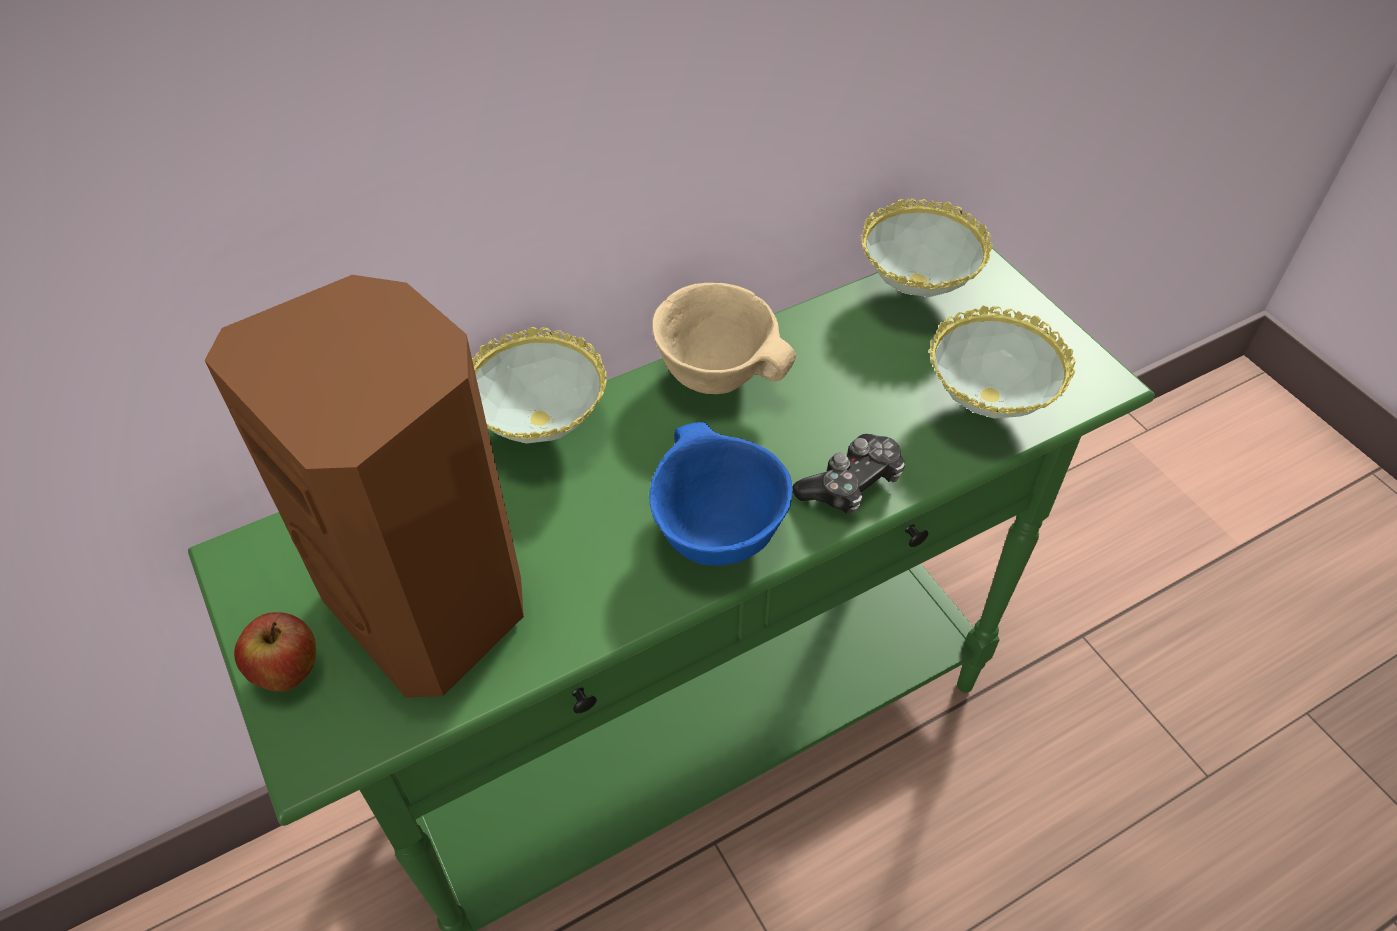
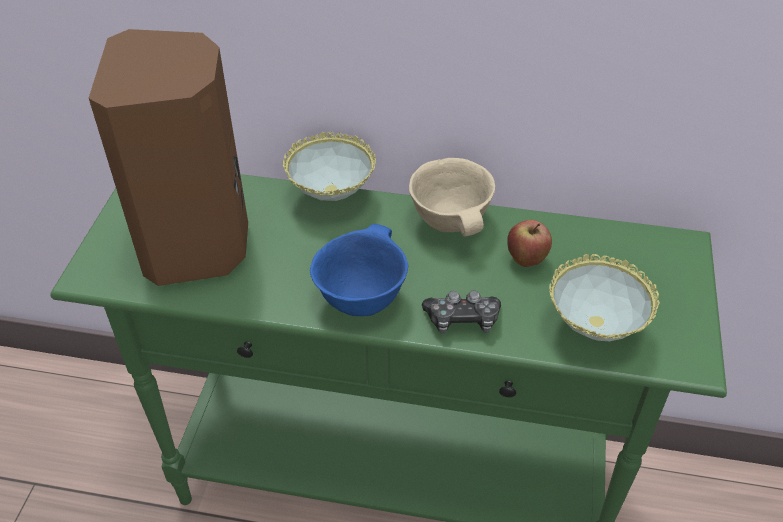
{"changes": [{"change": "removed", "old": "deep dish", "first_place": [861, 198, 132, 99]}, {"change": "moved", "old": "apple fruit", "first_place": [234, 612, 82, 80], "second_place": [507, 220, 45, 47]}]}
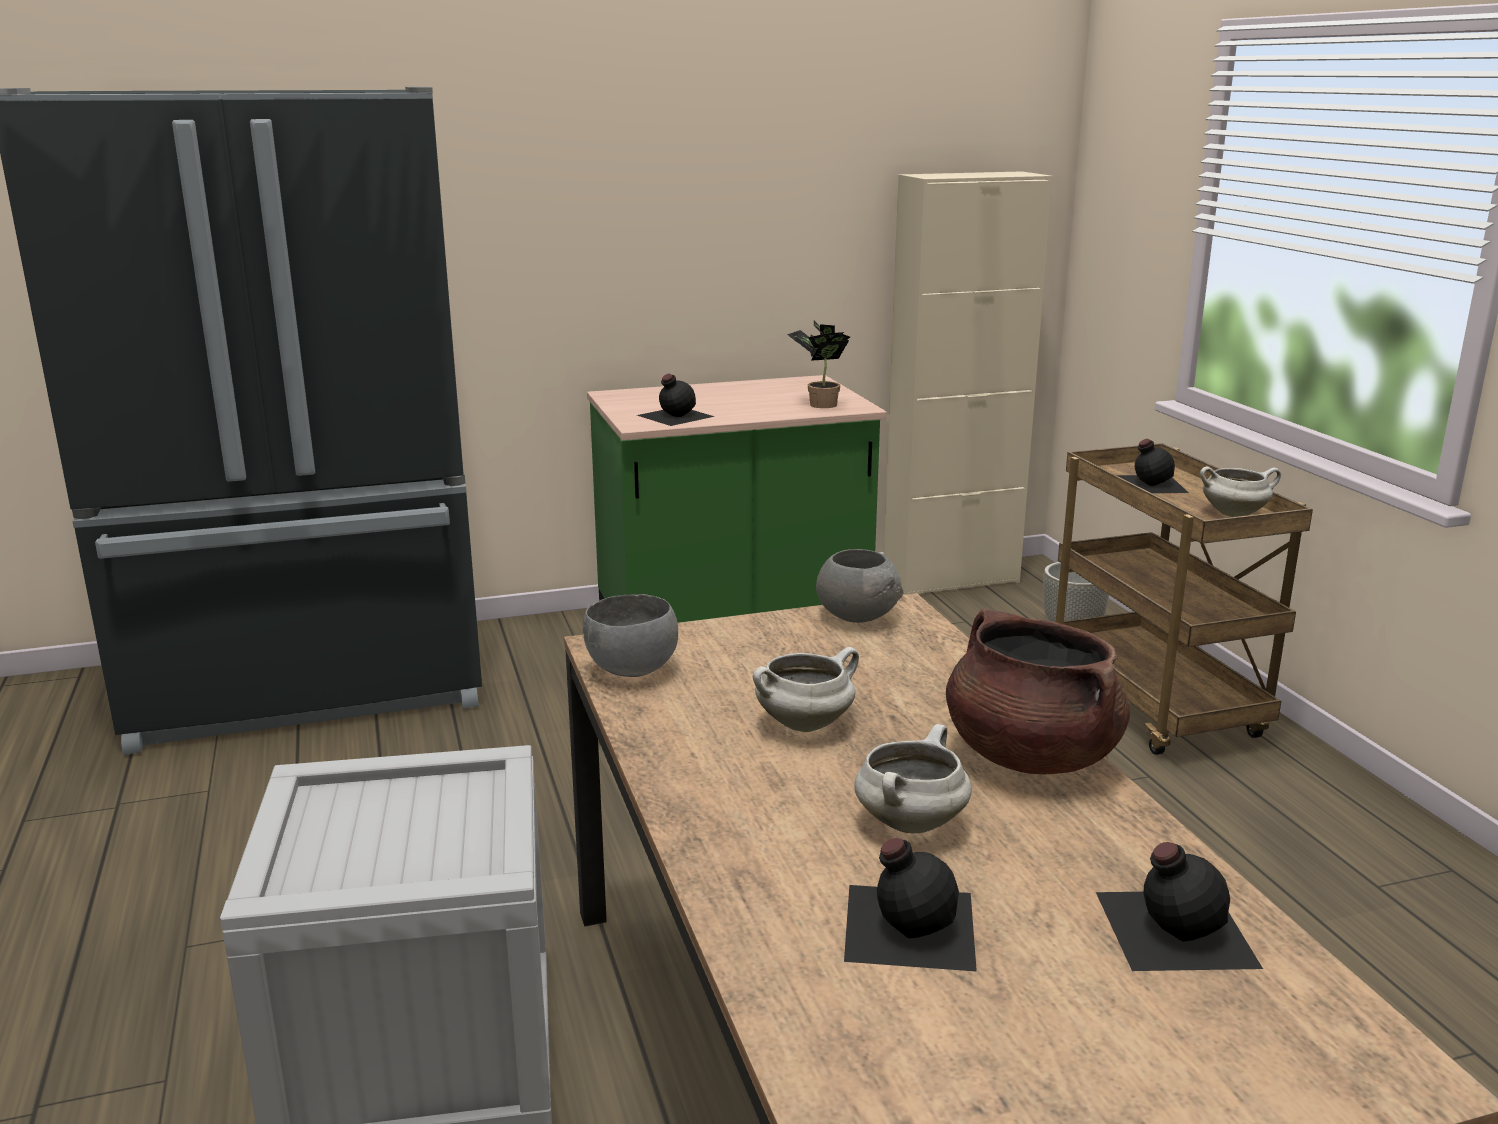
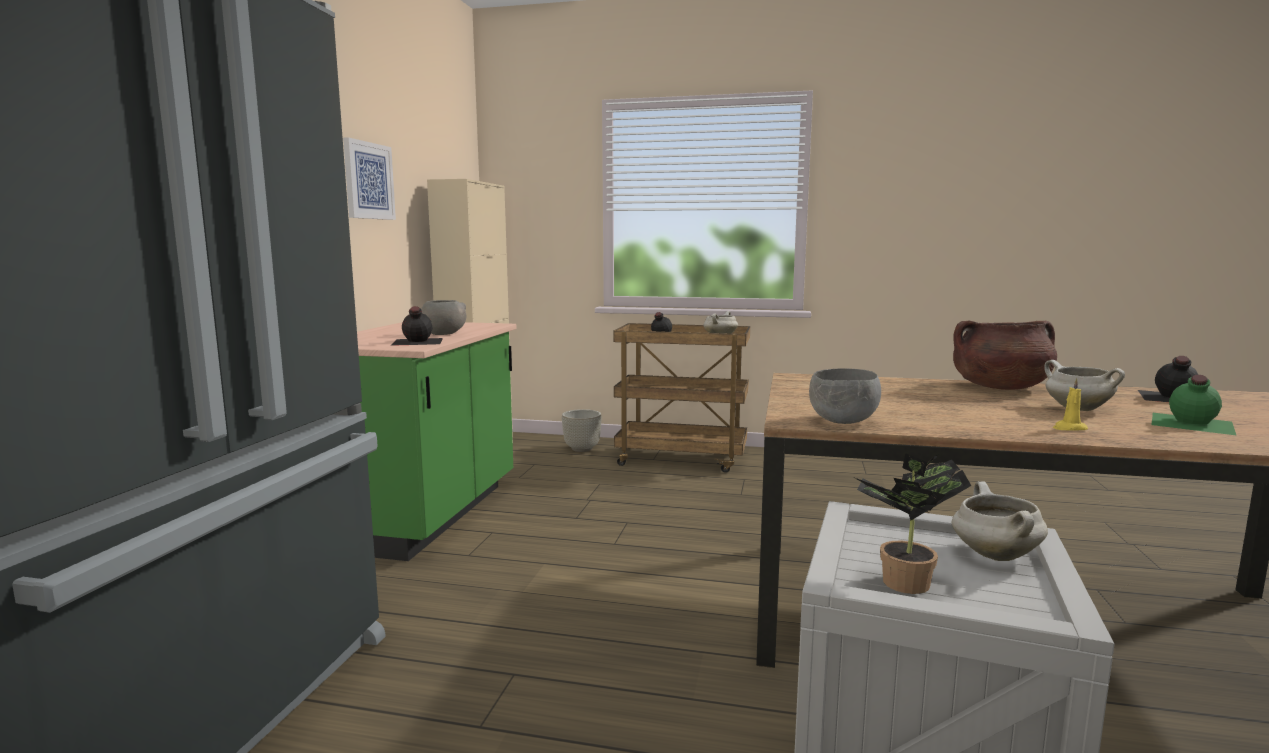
{"changes": [{"change": "moved", "old": "potted plant", "first_place": [787, 320, 63, 88], "second_place": [853, 453, 118, 141]}, {"change": "moved", "old": "deep dish/greyish", "first_place": [816, 549, 87, 74], "second_place": [421, 300, 46, 35]}, {"change": "moved", "old": "saucepot/white", "first_place": [753, 647, 106, 85], "second_place": [952, 481, 96, 80]}, {"change": "recoloured", "old": "drink bottle/black", "new": "drink bottle/green", "first_place": [844, 838, 133, 134], "second_place": [1152, 375, 85, 61]}, {"change": "added", "new": "wall art", "second_place": [343, 137, 53, 83]}, {"change": "added", "new": "candle/yellowish", "second_place": [1053, 378, 35, 53]}]}
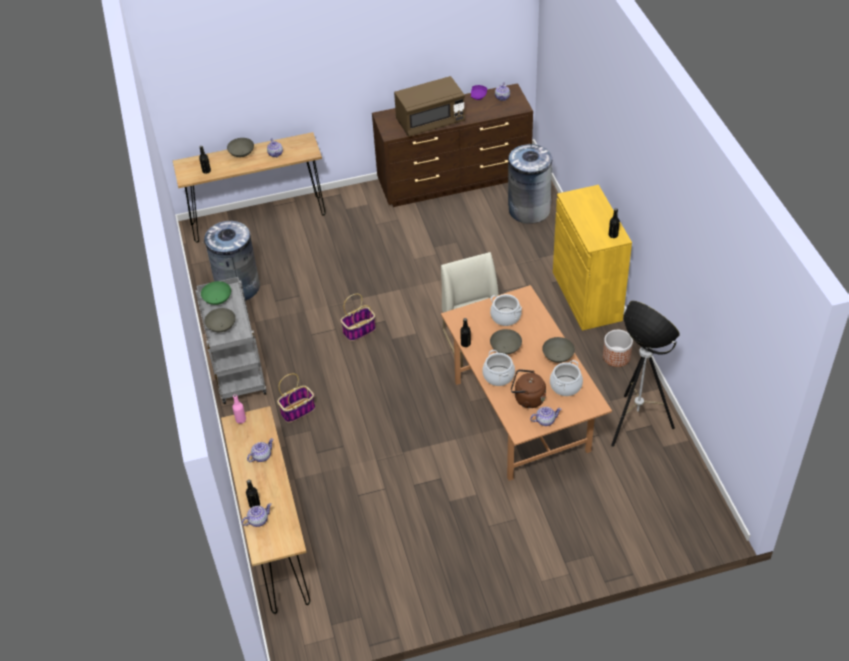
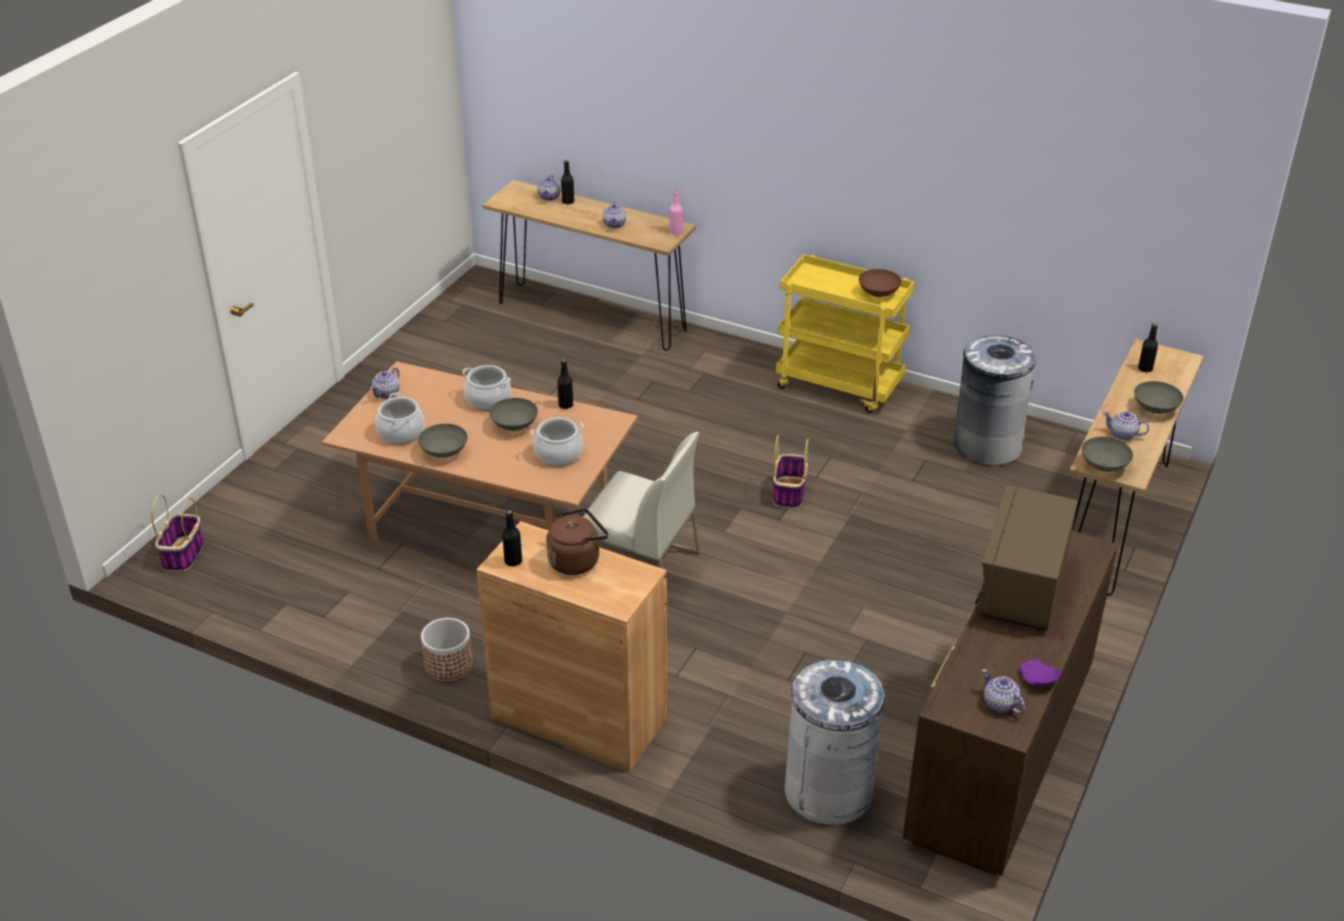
{"changes": [{"change": "recoloured", "old": "storage cabinet/yellowish", "new": "storage cabinet/brown", "first_place": [553, 185, 79, 146], "second_place": [477, 521, 190, 250]}, {"change": "recoloured", "old": "cart/greyish", "new": "cart/yellowish", "first_place": [195, 277, 72, 127], "second_place": [776, 254, 139, 159]}, {"change": "recoloured", "old": "deep dish/green", "new": "deep dish/brown", "first_place": [201, 281, 30, 24], "second_place": [859, 269, 42, 28]}, {"change": "removed", "old": "standard lamp", "first_place": [611, 300, 69, 147]}, {"change": "moved", "old": "deep dish/greyish", "first_place": [204, 308, 31, 24], "second_place": [1082, 437, 51, 35]}, {"change": "moved", "old": "tea kettle/brown", "first_place": [511, 369, 35, 39], "second_place": [546, 508, 62, 67]}, {"change": "moved", "old": "household basket", "first_place": [277, 373, 38, 50], "second_place": [151, 494, 53, 78]}]}
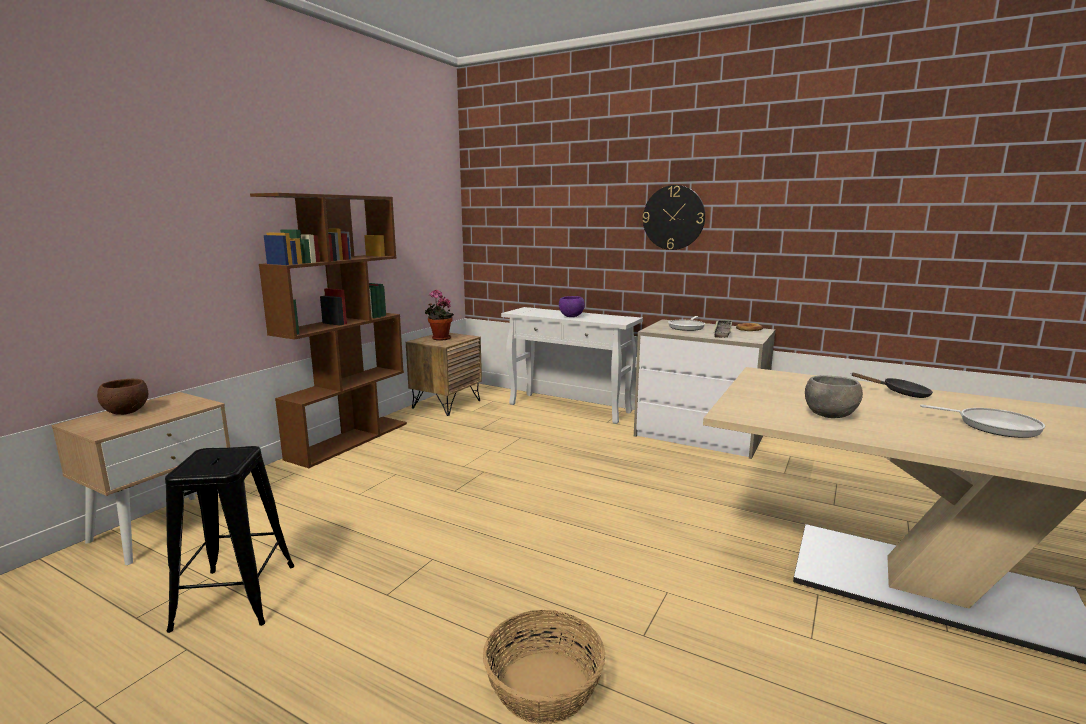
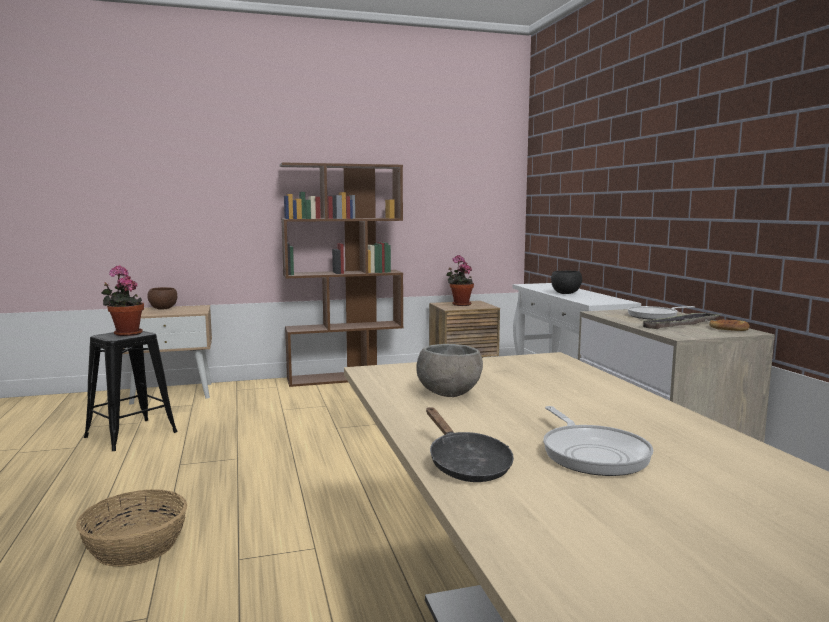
{"changes": [{"change": "removed", "old": "clock on the wall", "first_place": [643, 185, 62, 65]}, {"change": "recoloured", "old": "deep dish/purple", "new": "deep dish/black", "first_place": [559, 296, 26, 21], "second_place": [551, 271, 31, 23]}, {"change": "moved", "old": "frying pan/black", "first_place": [851, 373, 82, 25], "second_place": [426, 407, 88, 75]}, {"change": "added", "new": "potted plant", "second_place": [102, 265, 42, 71]}]}
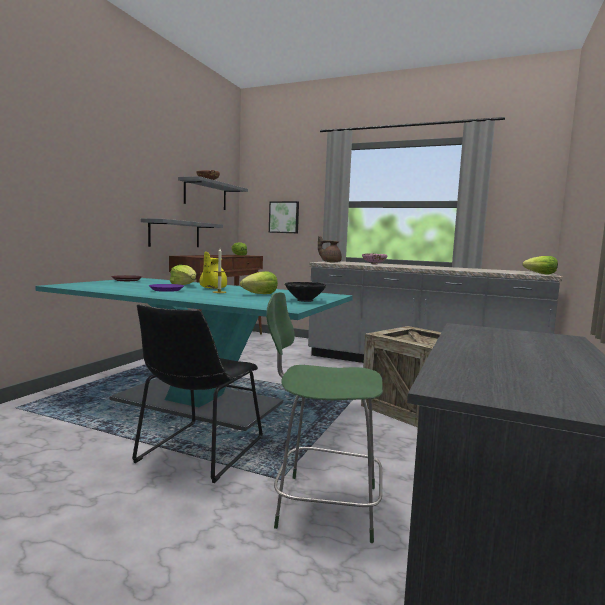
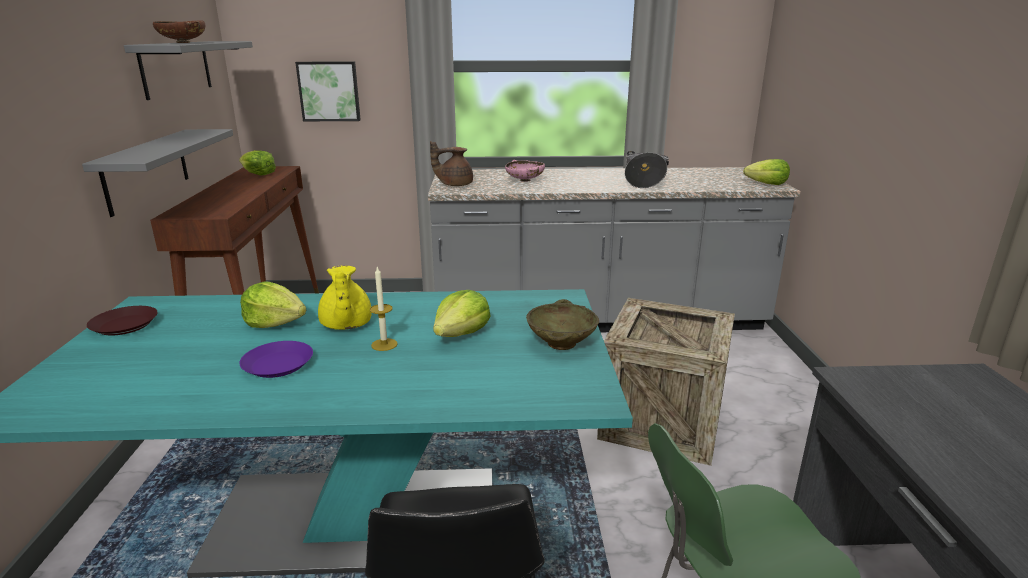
{"changes": [{"change": "recoloured", "old": "deep dish/black", "new": "deep dish/beige-coloured", "first_place": [284, 282, 42, 20], "second_place": [526, 299, 73, 51]}, {"change": "added", "new": "saucepot", "second_place": [625, 151, 44, 37]}]}
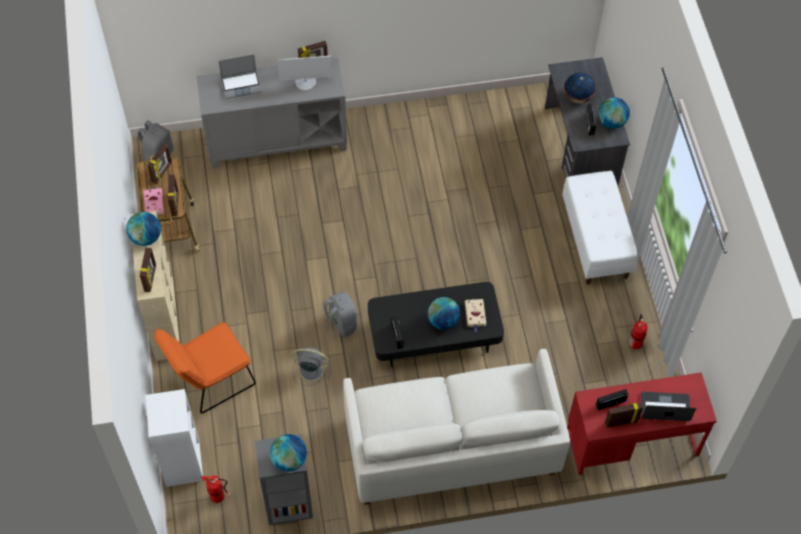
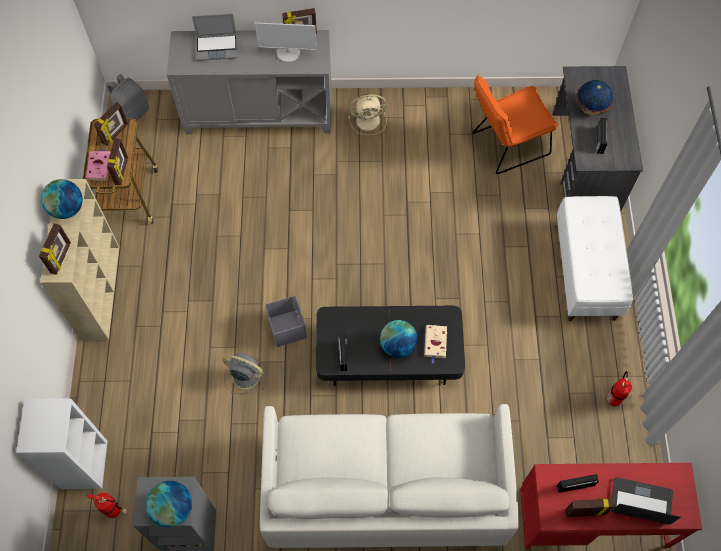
{"changes": [{"change": "removed", "old": "desk globe", "first_place": [598, 97, 32, 32]}, {"change": "replaced", "old": "rucksack/greyish", "new": "storage container/greyish", "first_place": [320, 292, 37, 46], "second_place": [265, 295, 42, 52]}, {"change": "moved", "old": "chair/orange-coloured", "first_place": [154, 322, 102, 92], "second_place": [472, 75, 86, 99]}, {"change": "added", "new": "electric fan/beige-coloured", "second_place": [348, 94, 39, 41]}]}
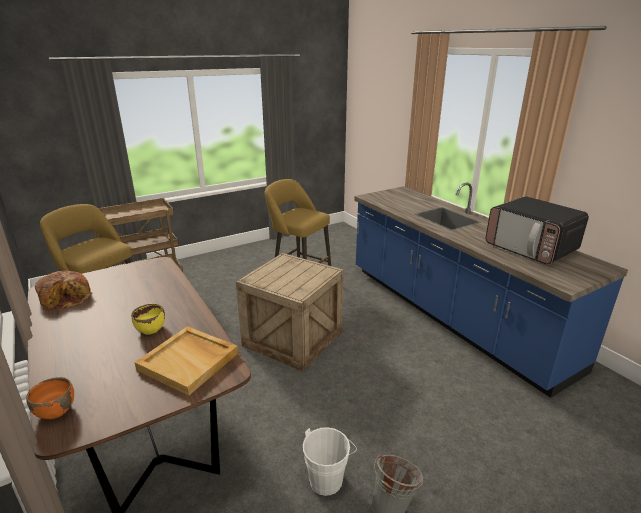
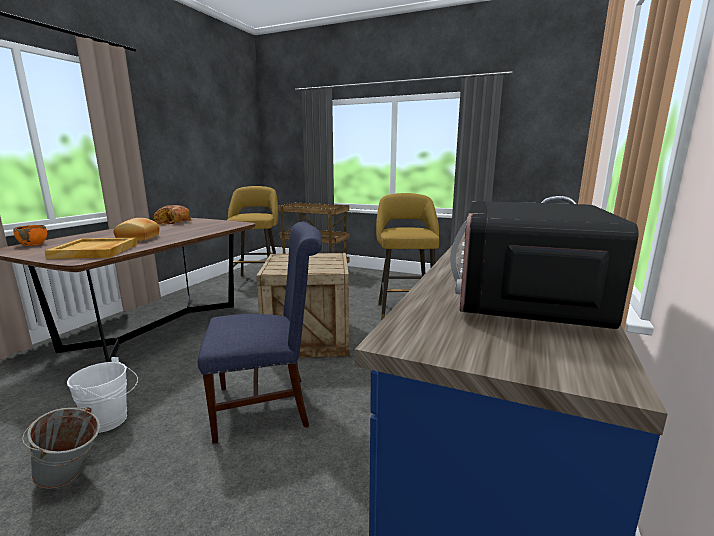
{"changes": [{"change": "replaced", "old": "deep dish/yellowish", "new": "bread", "first_place": [131, 304, 34, 31], "second_place": [113, 218, 46, 24]}, {"change": "added", "new": "chair/bluish", "second_place": [198, 222, 124, 222]}]}
